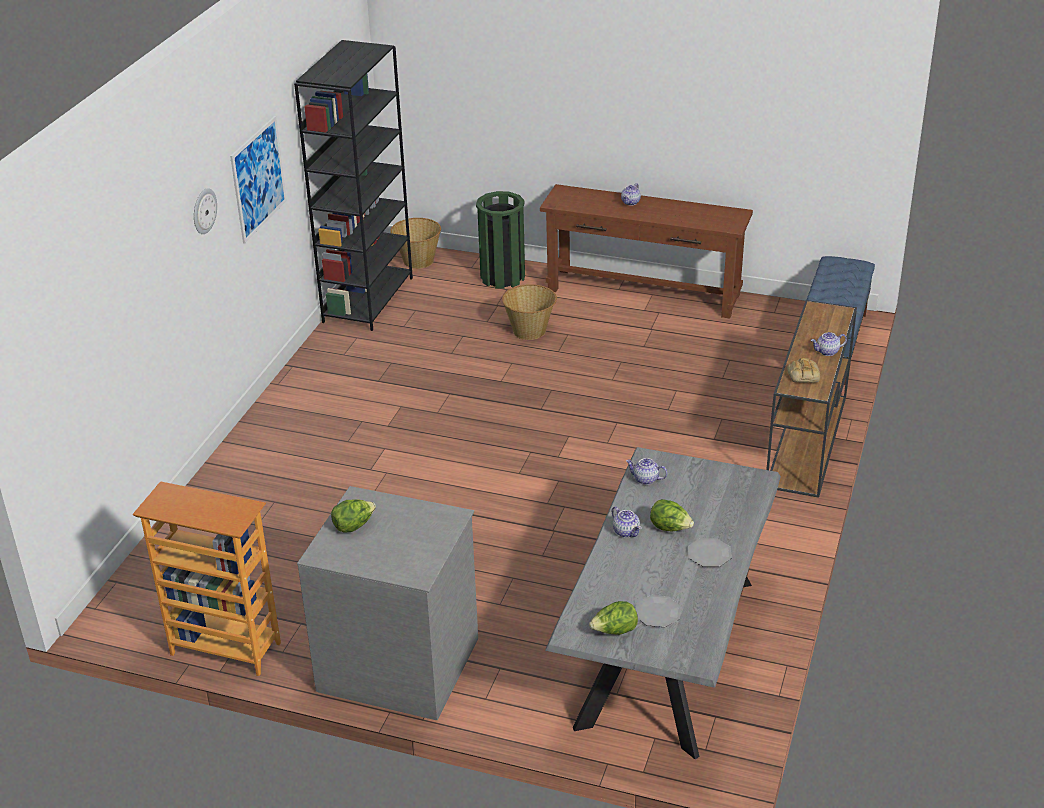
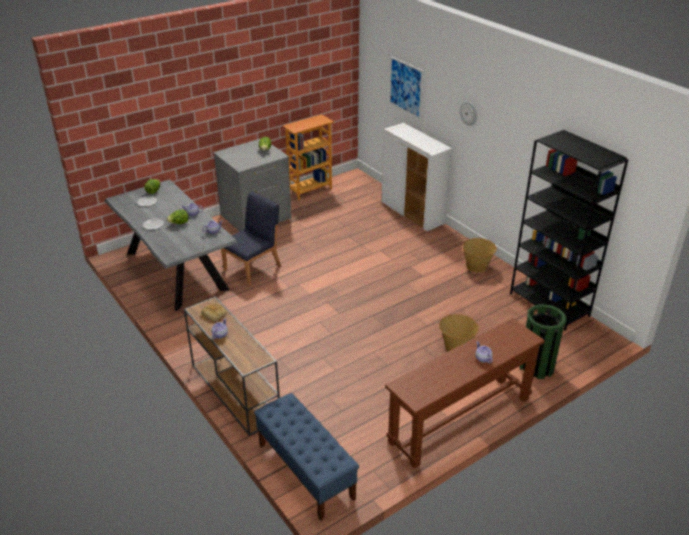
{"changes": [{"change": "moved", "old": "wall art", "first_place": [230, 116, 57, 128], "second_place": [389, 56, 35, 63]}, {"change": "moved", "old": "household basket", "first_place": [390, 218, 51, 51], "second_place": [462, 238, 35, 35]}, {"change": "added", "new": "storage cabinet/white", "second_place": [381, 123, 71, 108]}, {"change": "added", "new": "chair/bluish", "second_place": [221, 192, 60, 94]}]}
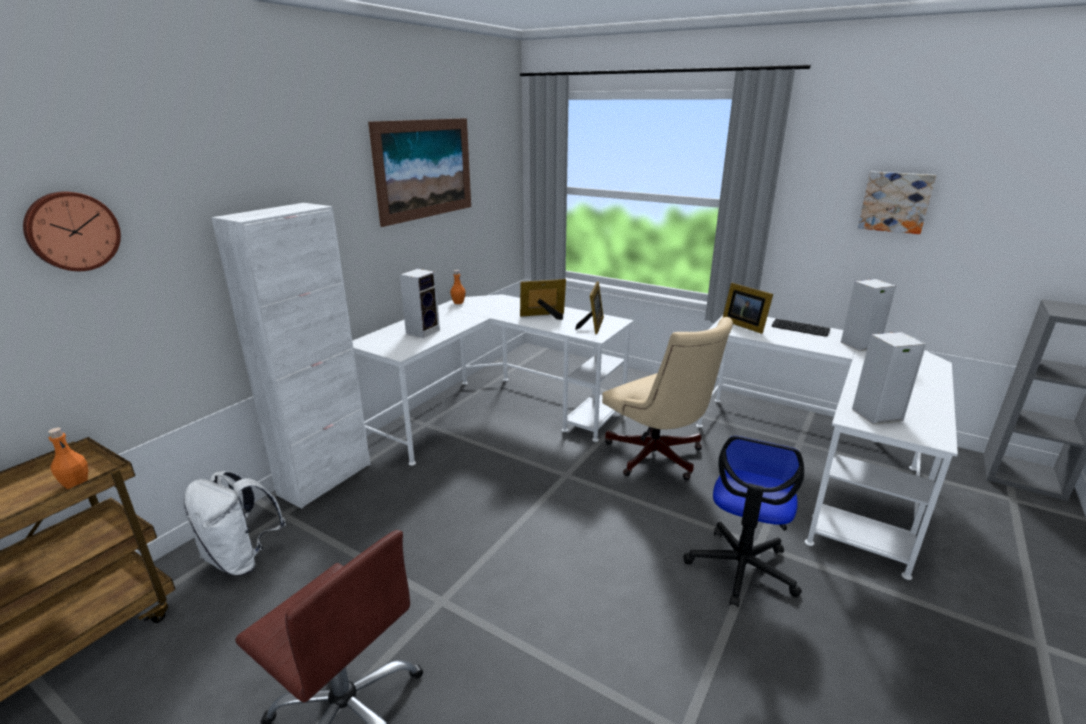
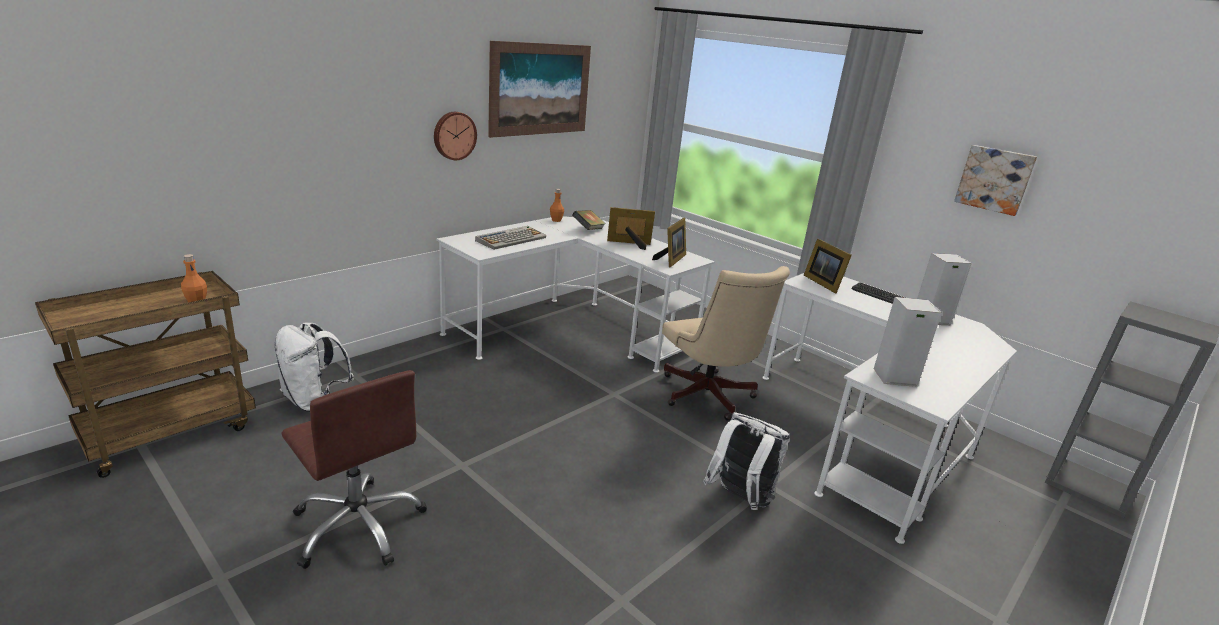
{"changes": [{"change": "moved", "old": "clock on the wall", "first_place": [23, 191, 98, 80], "second_place": [434, 112, 43, 48]}, {"change": "removed", "old": "storage cabinet/white", "first_place": [211, 203, 160, 306]}, {"change": "replaced", "old": "speaker", "new": "computer keyboard", "first_place": [400, 269, 40, 69], "second_place": [475, 226, 71, 24]}, {"change": "replaced", "old": "desk chair", "new": "rucksack/white", "first_place": [683, 436, 121, 171], "second_place": [703, 412, 87, 98]}, {"change": "added", "new": "volume", "second_place": [572, 210, 34, 20]}]}
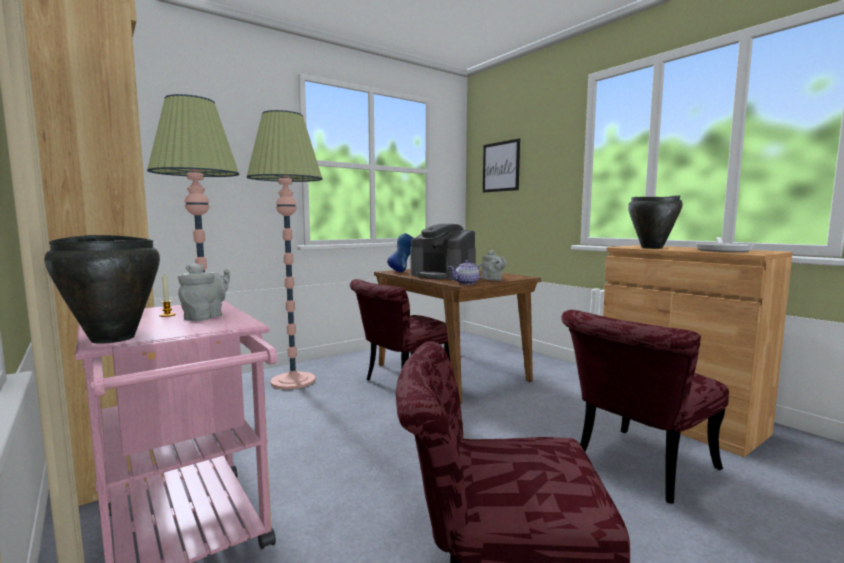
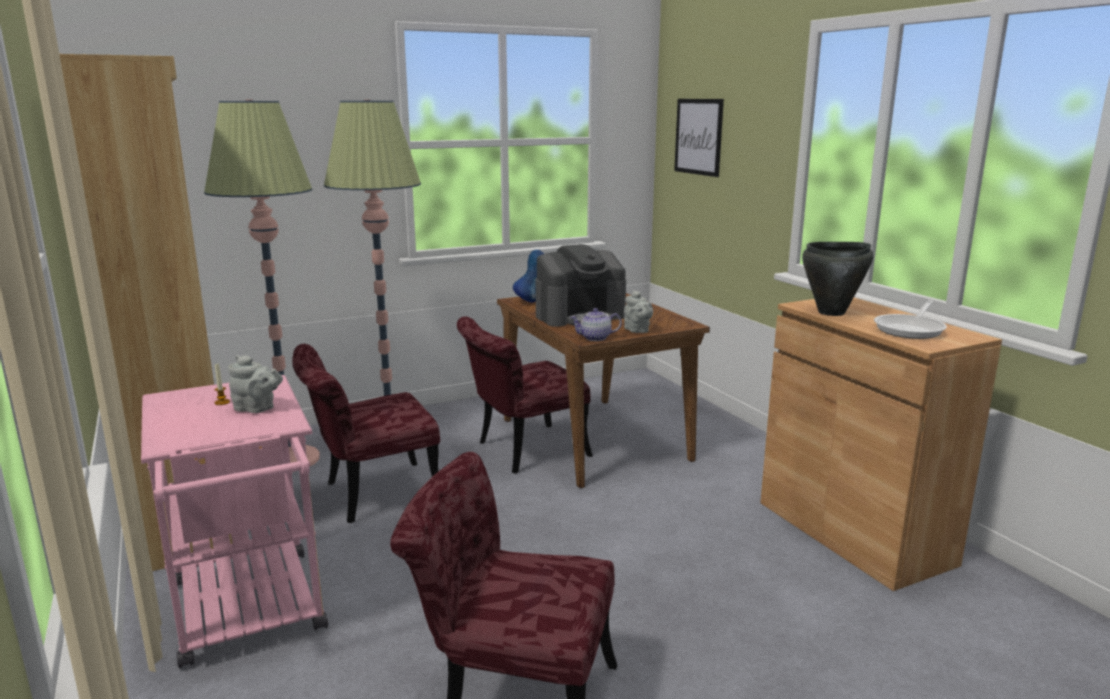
{"changes": [{"change": "turned", "old": "coffee machine", "first_place": [411, 224, 65, 56], "second_place": [536, 244, 90, 83], "degrees": -75}, {"change": "removed", "old": "saucepot/black", "first_place": [44, 235, 116, 108]}, {"change": "turned", "old": "tea pot/greyish", "first_place": [178, 263, 52, 58], "second_place": [228, 355, 55, 58], "degrees": 75}, {"change": "moved", "old": "chair/red-coloured", "first_place": [561, 310, 168, 194], "second_place": [292, 344, 148, 179]}]}
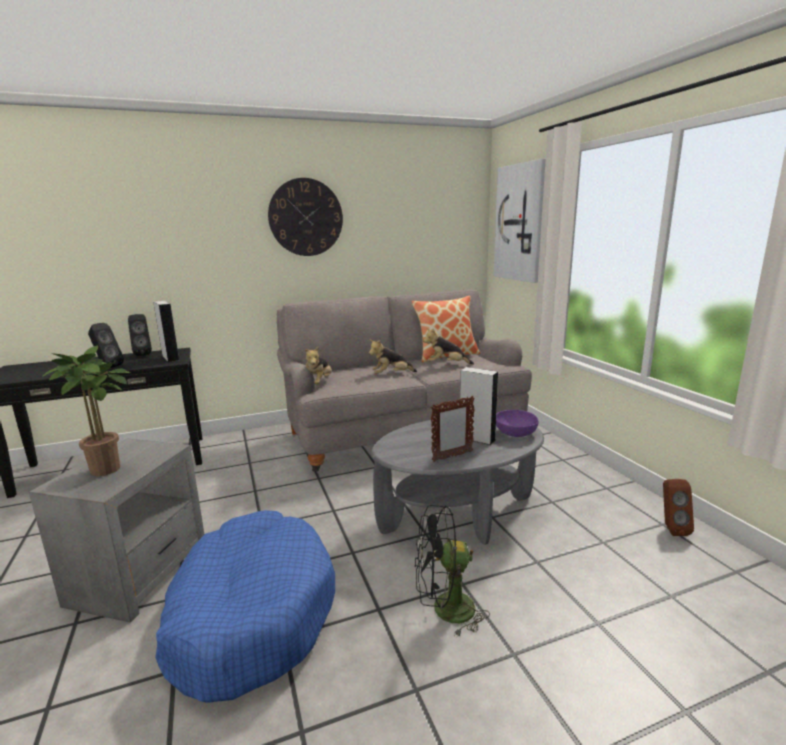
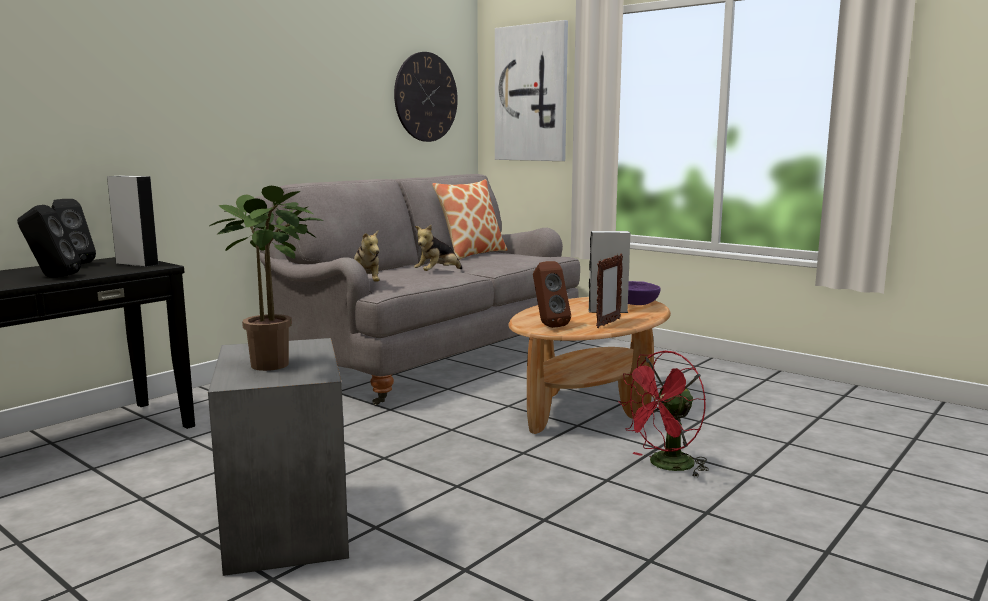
{"changes": [{"change": "moved", "old": "clock on the wall", "first_place": [268, 178, 75, 78], "second_place": [394, 52, 64, 90]}, {"change": "removed", "old": "soft toy", "first_place": [423, 328, 51, 37]}, {"change": "recoloured", "old": "coffee table/greyish", "new": "coffee table/brown", "first_place": [371, 420, 173, 125], "second_place": [509, 297, 162, 137]}, {"change": "moved", "old": "speaker/brown", "first_place": [663, 479, 31, 57], "second_place": [533, 261, 38, 67]}, {"change": "recoloured", "old": "electric fan/black", "new": "electric fan/red-coloured", "first_place": [415, 505, 75, 132], "second_place": [618, 351, 91, 127]}, {"change": "removed", "old": "pet bed/bluish", "first_place": [155, 510, 180, 193]}]}
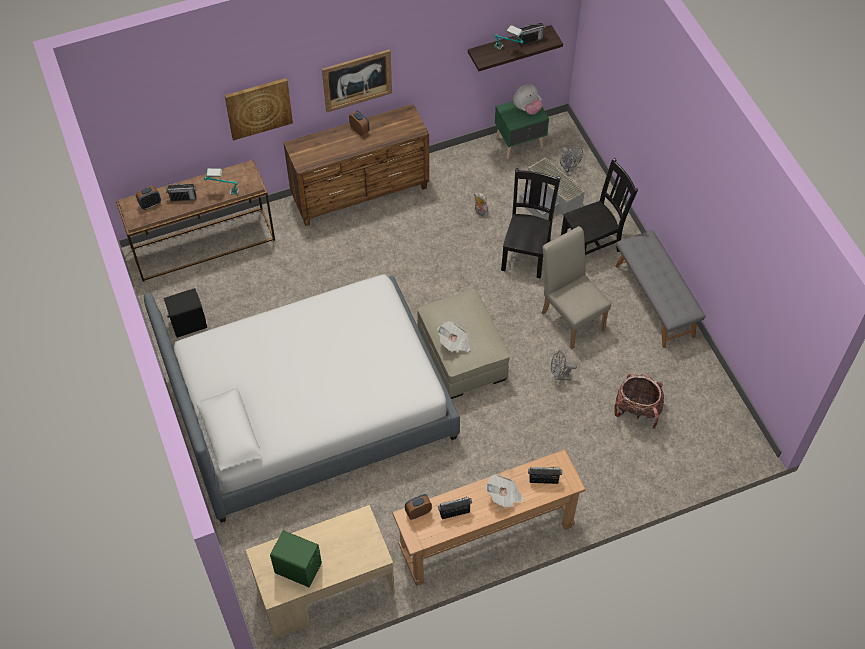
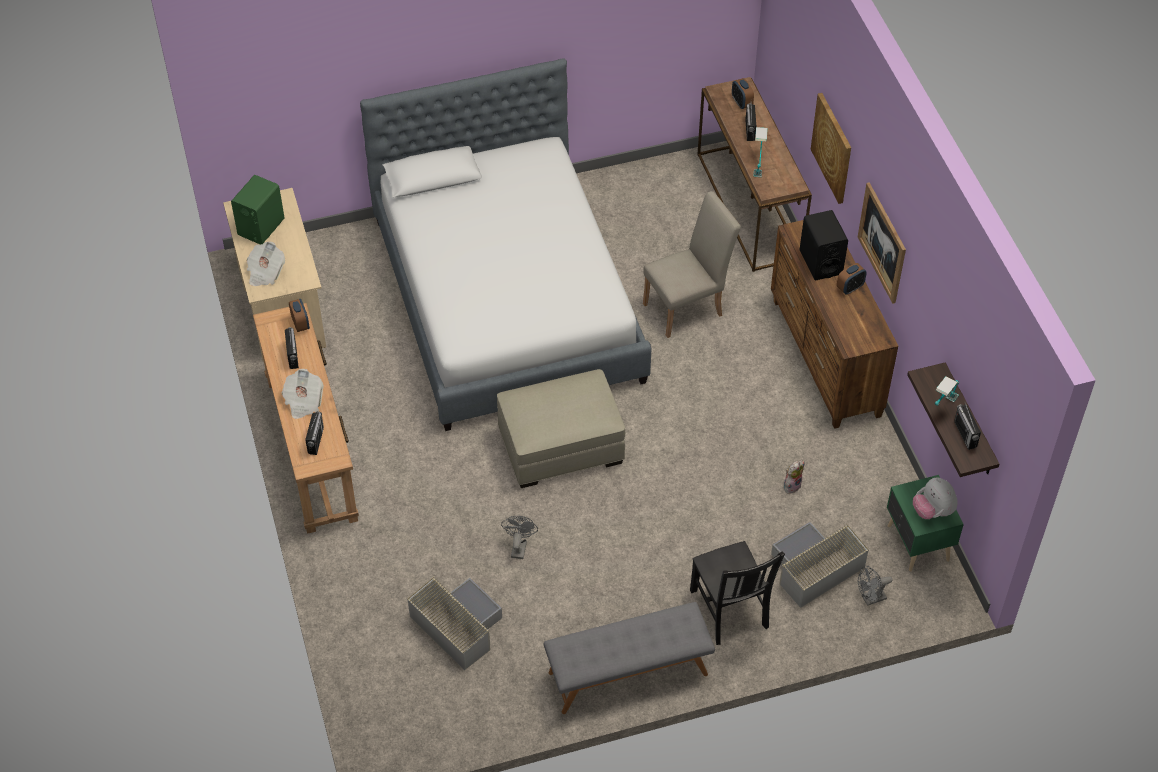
{"changes": [{"change": "removed", "old": "chair/black", "first_place": [501, 168, 60, 111]}, {"change": "moved", "old": "chair/beige-coloured", "first_place": [542, 226, 69, 123], "second_place": [643, 191, 98, 147]}, {"change": "moved", "old": "speaker/black", "first_place": [164, 288, 43, 50], "second_place": [799, 210, 49, 70]}, {"change": "moved", "old": "printed paper", "first_place": [437, 321, 33, 32], "second_place": [247, 241, 38, 45]}, {"change": "replaced", "old": "rucksack", "new": "storage container/greyish", "first_place": [614, 373, 50, 56], "second_place": [408, 576, 94, 94]}]}
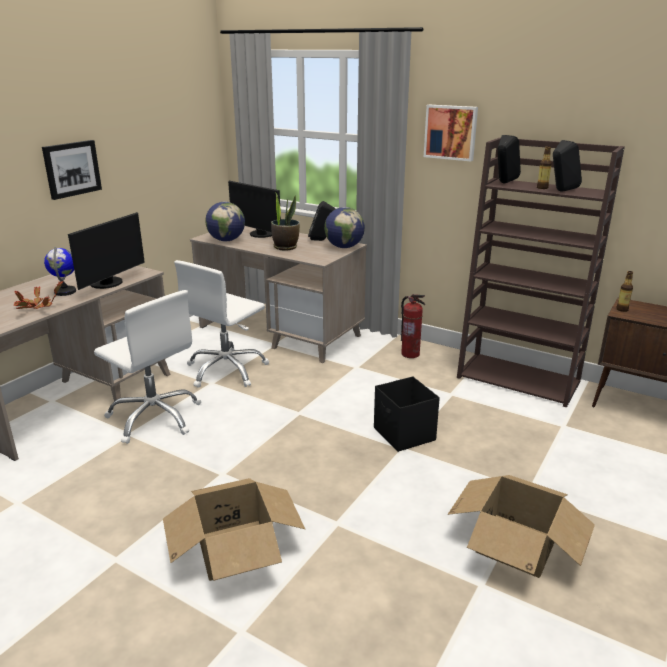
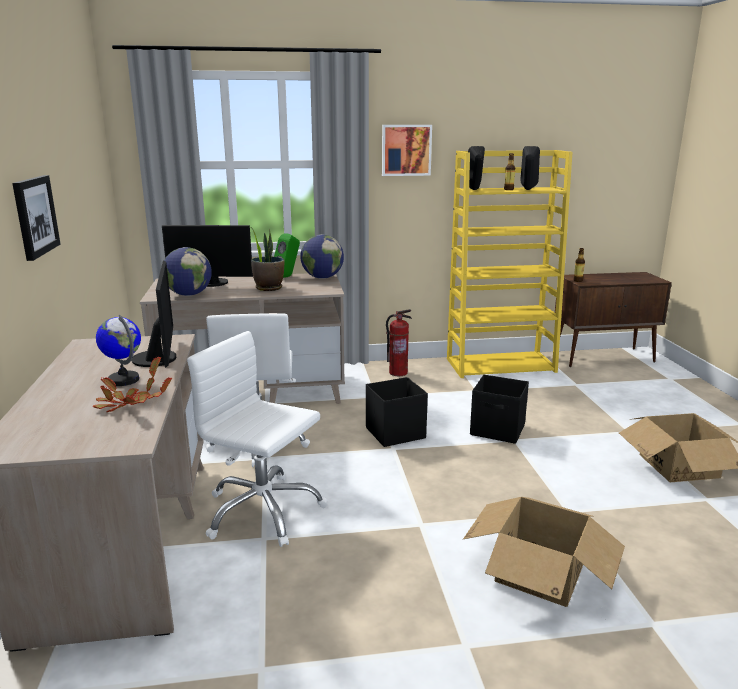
{"changes": [{"change": "recoloured", "old": "bookshelf/brown", "new": "bookshelf/yellowish", "first_place": [457, 137, 168, 271], "second_place": [447, 150, 126, 228]}, {"change": "recoloured", "old": "speaker/black", "new": "speaker/green", "first_place": [308, 201, 27, 40], "second_place": [274, 233, 26, 45]}, {"change": "turned", "old": "desk chair/white", "first_place": [94, 290, 107, 154], "second_place": [187, 331, 141, 216], "degrees": -150}, {"change": "added", "new": "storage container/black", "second_place": [366, 377, 62, 70]}]}
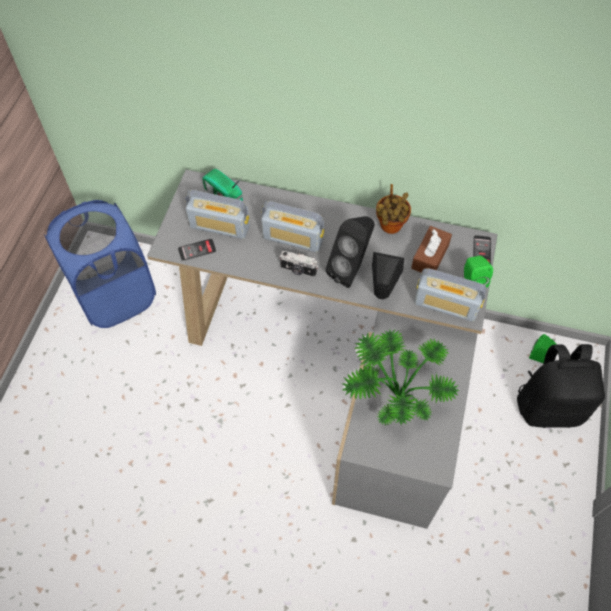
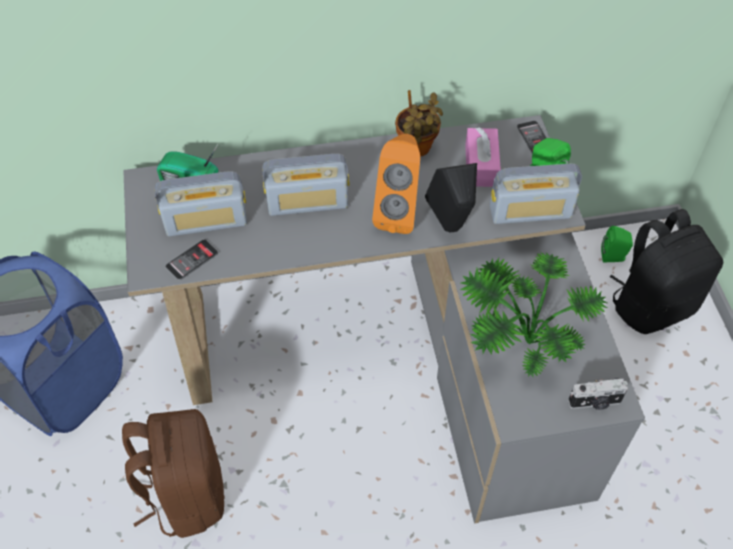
{"changes": [{"change": "recoloured", "old": "speaker/black", "new": "speaker/orange-coloured", "first_place": [325, 216, 50, 72], "second_place": [372, 134, 48, 100]}, {"change": "recoloured", "old": "box of tissues/brown", "new": "box of tissues/pinkish", "first_place": [411, 226, 41, 46], "second_place": [465, 127, 36, 60]}, {"change": "moved", "old": "still camera", "first_place": [280, 250, 38, 27], "second_place": [568, 378, 60, 32]}, {"change": "added", "new": "rucksack/brown", "second_place": [122, 409, 103, 129]}]}
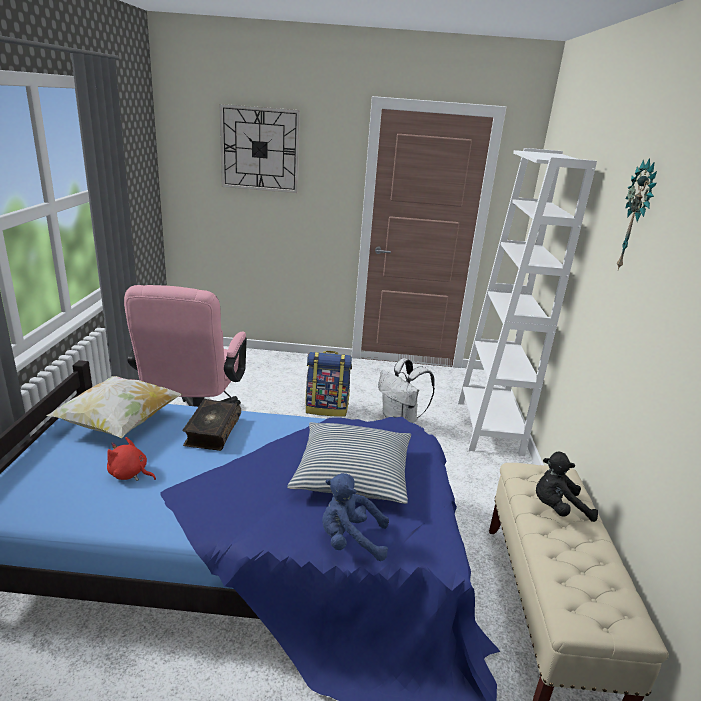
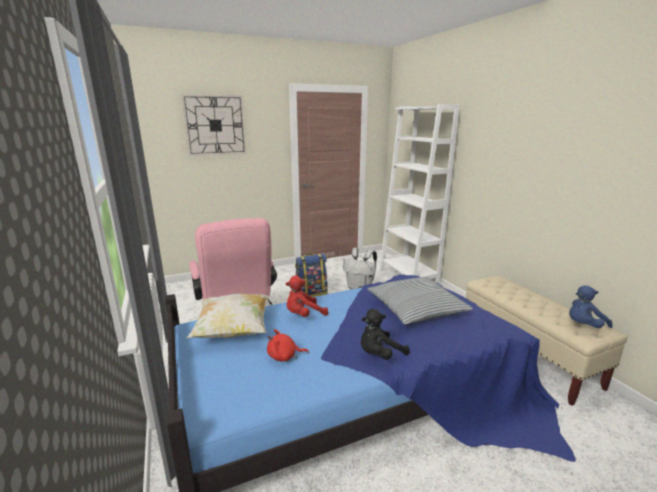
{"changes": [{"change": "removed", "old": "clock on the wall", "first_place": [617, 158, 40, 112]}, {"change": "replaced", "old": "volume", "new": "soft toy/red-coloured", "first_place": [183, 399, 58, 52], "second_place": [286, 276, 42, 41]}, {"change": "moved", "old": "soft toy/black", "first_place": [536, 452, 62, 70], "second_place": [361, 309, 48, 51]}, {"change": "moved", "old": "soft toy/bluish", "first_place": [322, 473, 67, 88], "second_place": [569, 286, 44, 42]}]}
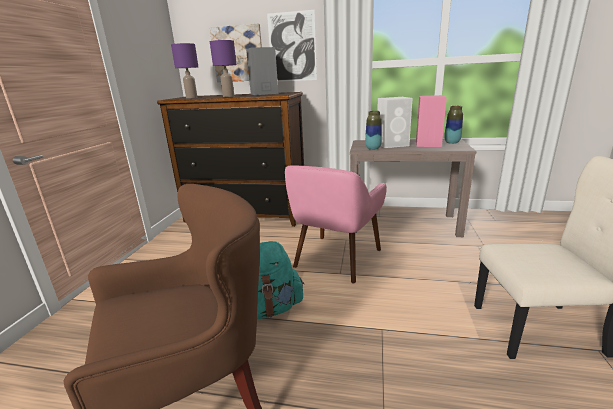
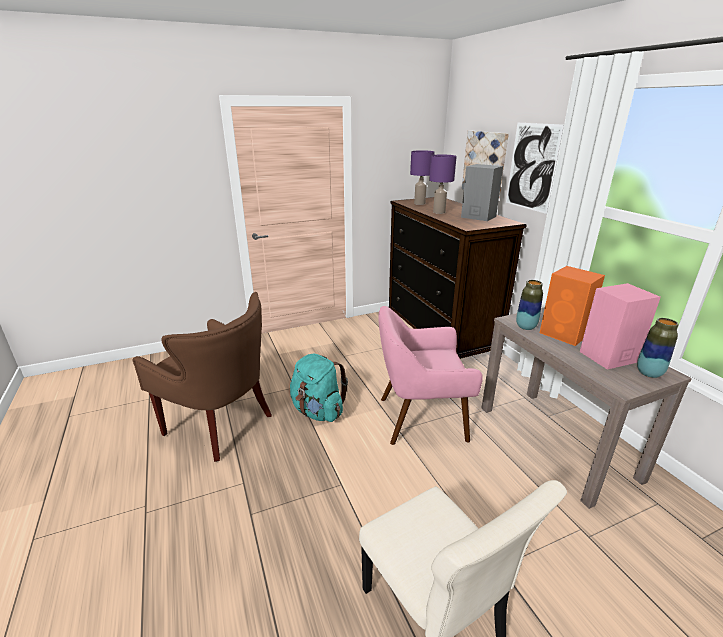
{"changes": [{"change": "recoloured", "old": "speaker/white", "new": "speaker/orange-coloured", "first_place": [377, 97, 36, 51], "second_place": [540, 266, 65, 80]}]}
